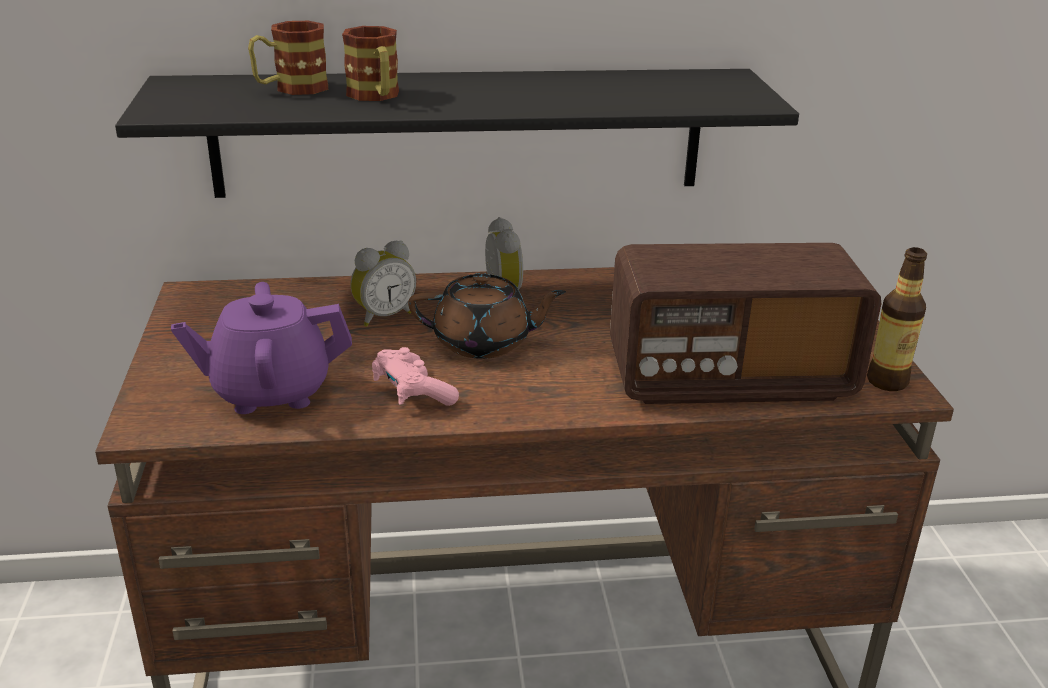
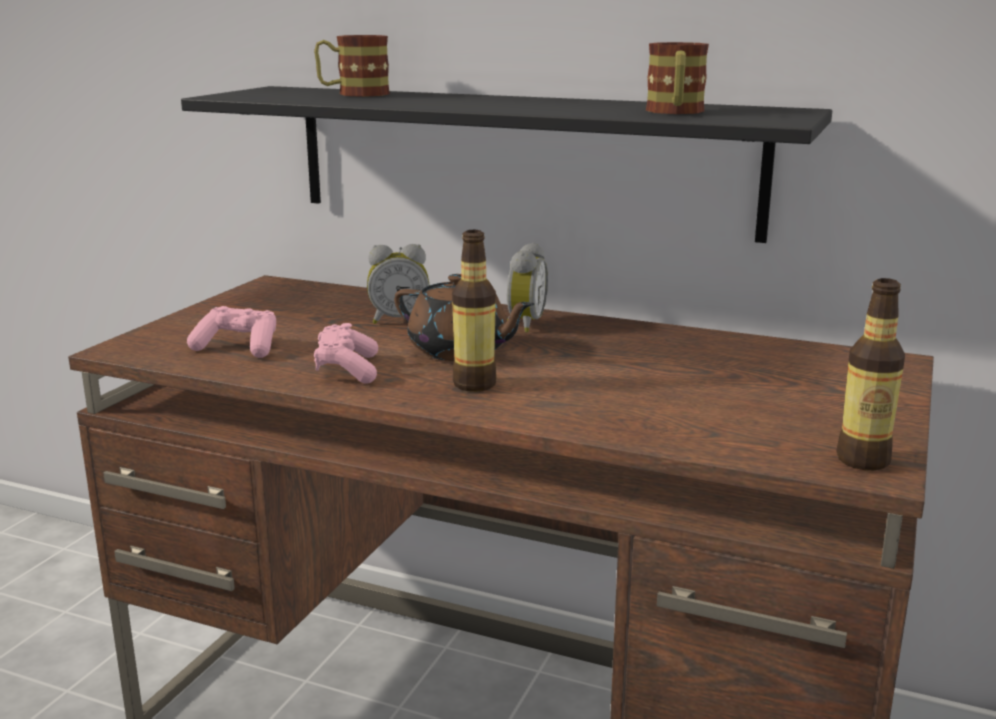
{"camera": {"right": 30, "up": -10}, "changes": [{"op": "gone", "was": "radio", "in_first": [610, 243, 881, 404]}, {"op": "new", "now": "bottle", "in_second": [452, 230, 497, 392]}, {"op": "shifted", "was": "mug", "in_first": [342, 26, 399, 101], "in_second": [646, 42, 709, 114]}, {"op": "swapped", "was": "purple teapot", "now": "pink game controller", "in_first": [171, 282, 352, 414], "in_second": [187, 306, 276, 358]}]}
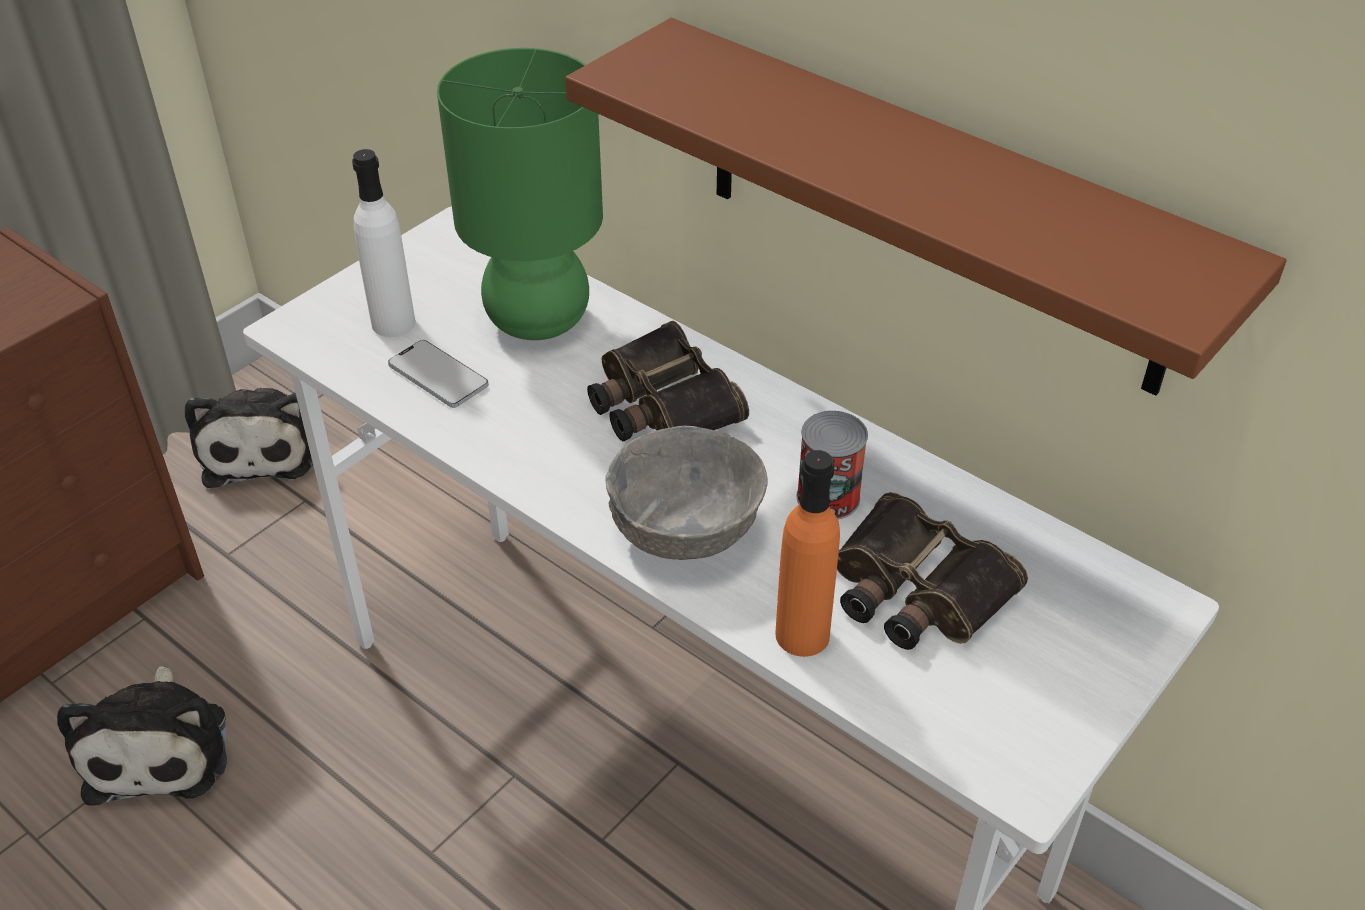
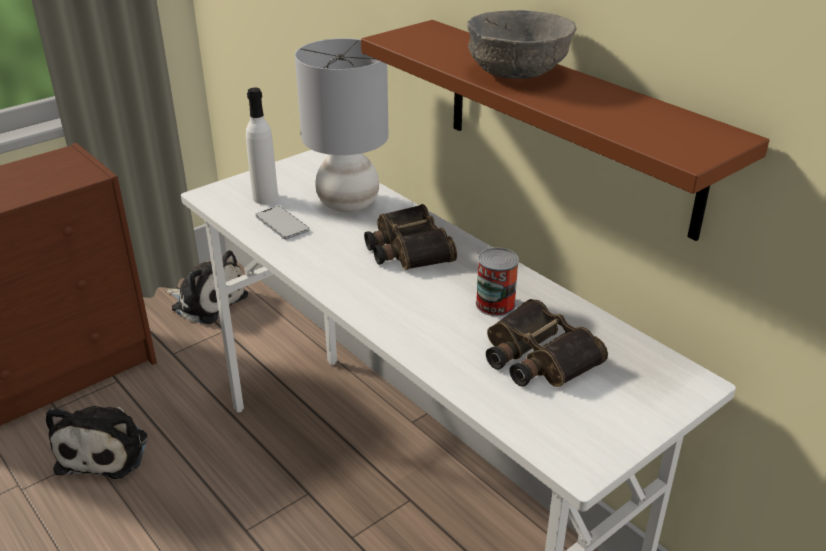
{"camera": {"right": 10, "up": -10}, "changes": [{"op": "gone", "was": "orange bottle", "in_first": [775, 450, 840, 657]}, {"op": "shifted", "was": "grey bowl", "in_first": [605, 426, 768, 560], "in_second": [467, 10, 576, 79]}, {"op": "repainted", "was": "green table lamp", "now": "grey table lamp", "in_first": [437, 48, 603, 340], "in_second": [295, 38, 389, 212]}, {"op": "rotated", "was": "plush toy", "in_first": [185, 388, 313, 488], "in_second": [165, 250, 248, 324], "clockwise": -60}]}
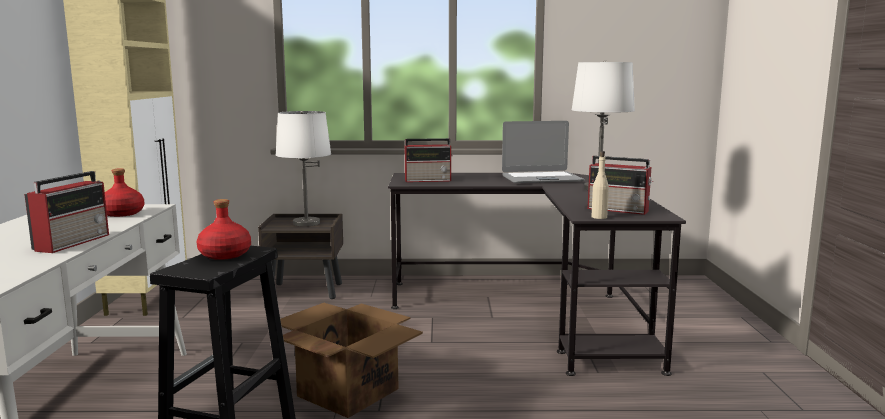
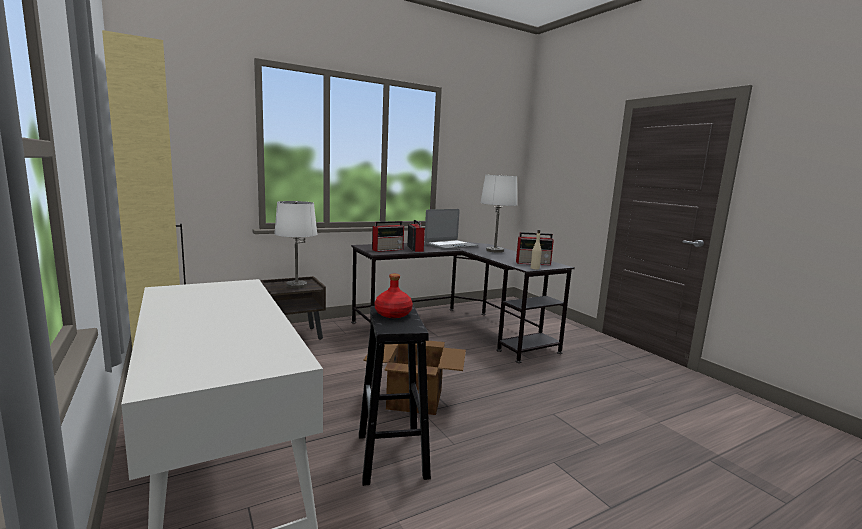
{"camera": {"right": -30, "up": 0}, "changes": [{"op": "gone", "was": "red bottle", "in_first": [105, 168, 144, 217]}, {"op": "shifted", "was": "radio", "in_first": [24, 171, 109, 253], "in_second": [407, 220, 425, 252]}]}
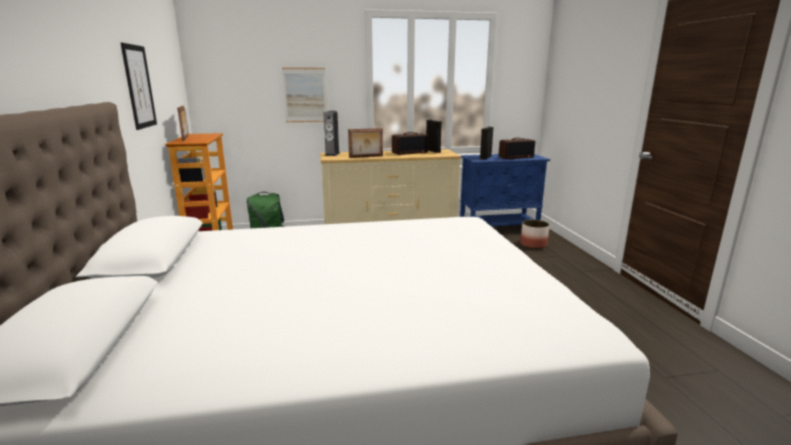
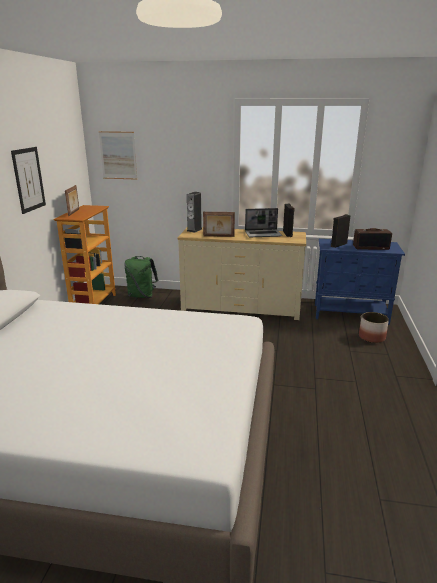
{"camera": {"right": 20, "up": 5}, "changes": [{"op": "shifted", "was": "picture", "in_first": [282, 68, 327, 122], "in_second": [99, 131, 137, 180]}, {"op": "swapped", "was": "radio", "now": "laptop", "in_first": [392, 132, 428, 155], "in_second": [245, 208, 282, 237]}]}
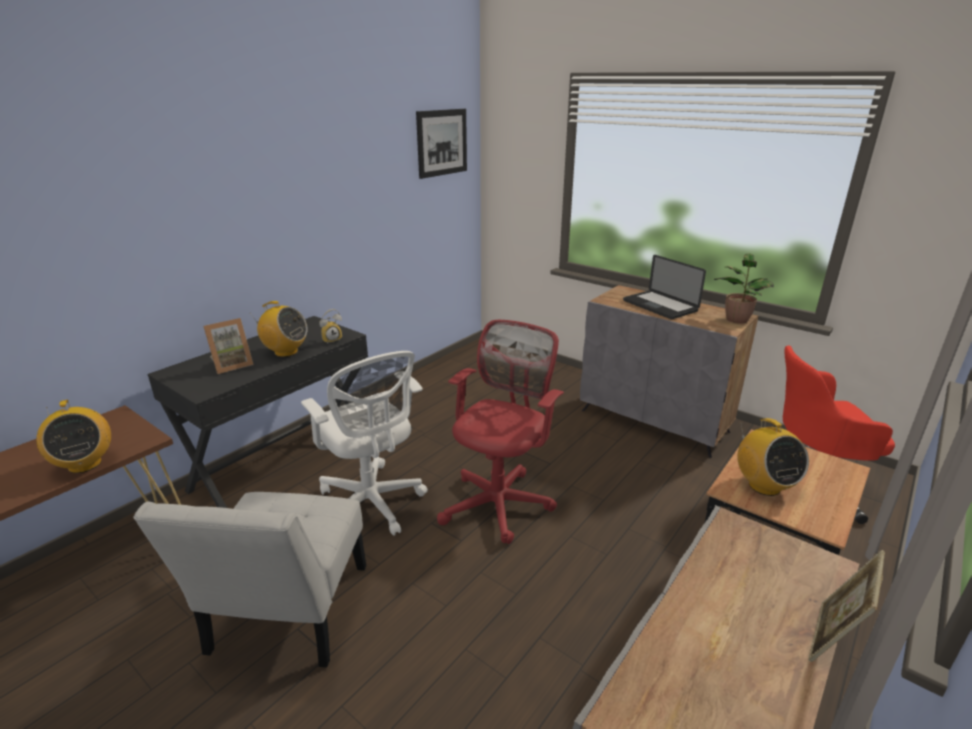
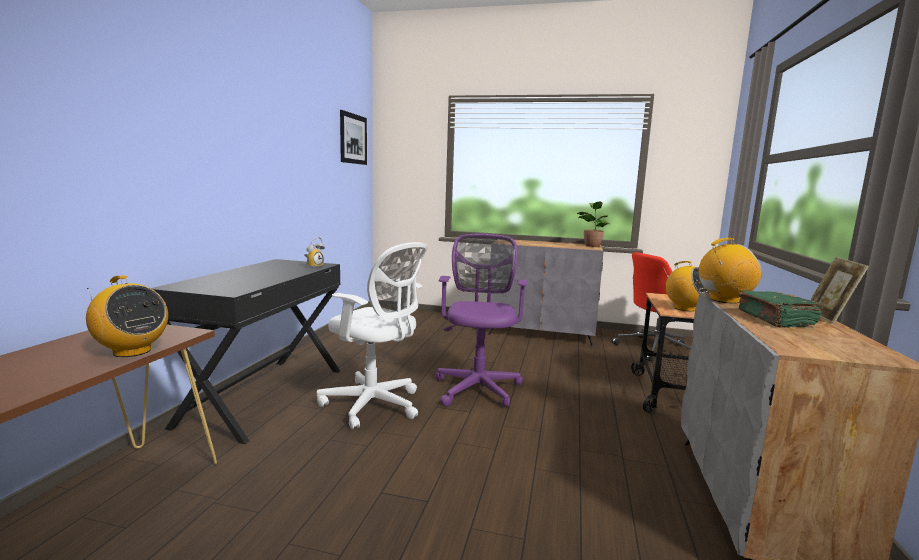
{"camera": {"right": -25, "up": -15}, "changes": [{"op": "gone", "was": "white chair", "in_first": [133, 492, 366, 668]}, {"op": "gone", "was": "picture frame", "in_first": [203, 318, 254, 374]}, {"op": "gone", "was": "laptop", "in_first": [623, 255, 706, 319]}, {"op": "new", "now": "green book", "in_second": [738, 290, 821, 328]}, {"op": "shifted", "was": "radio", "in_first": [250, 301, 307, 357], "in_second": [698, 238, 762, 304]}, {"op": "repainted", "was": "red office chair", "now": "purple office chair", "in_first": [437, 320, 564, 544], "in_second": [436, 234, 528, 407]}]}
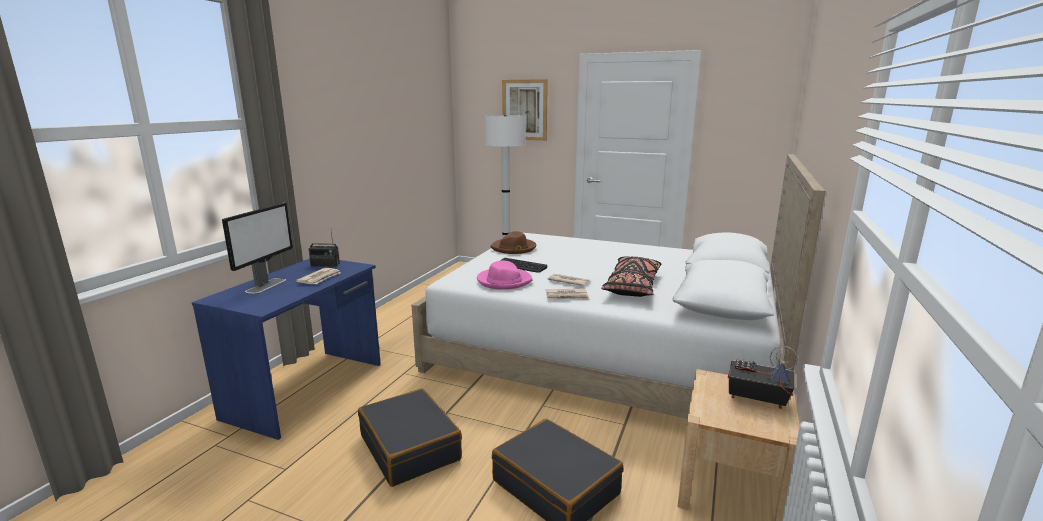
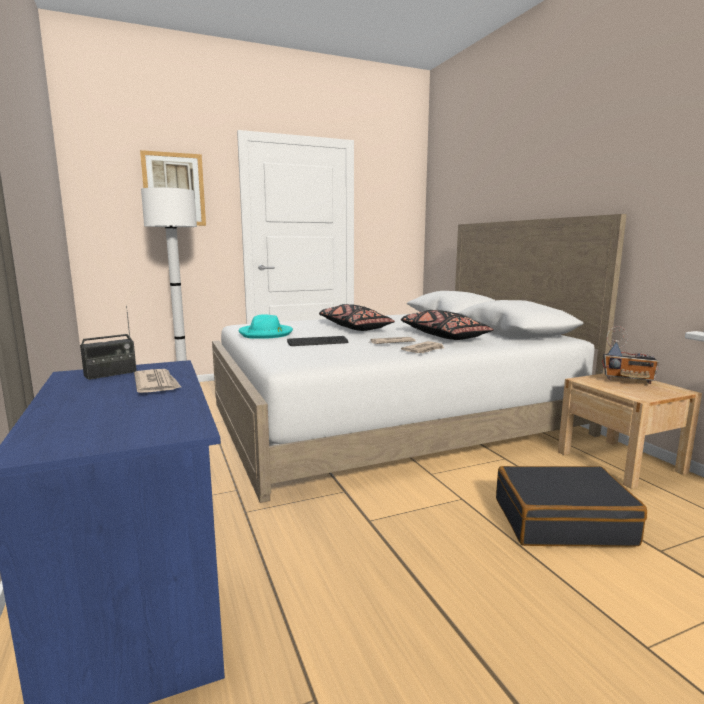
{"camera": {"right": -45, "up": -5}, "changes": [{"op": "gone", "was": "monitor", "in_first": [222, 203, 293, 294]}, {"op": "gone", "was": "black suitcase", "in_first": [358, 388, 462, 487]}, {"op": "gone", "was": "pink hat", "in_first": [477, 261, 533, 290]}, {"op": "new", "now": "black pillow", "in_second": [319, 304, 395, 331]}, {"op": "repainted", "was": "brown hat", "now": "turquoise hat", "in_first": [490, 231, 536, 254], "in_second": [239, 314, 293, 339]}, {"op": "rotated", "was": "radio", "in_first": [728, 346, 797, 409], "in_second": [602, 326, 659, 384], "clockwise": -135}]}
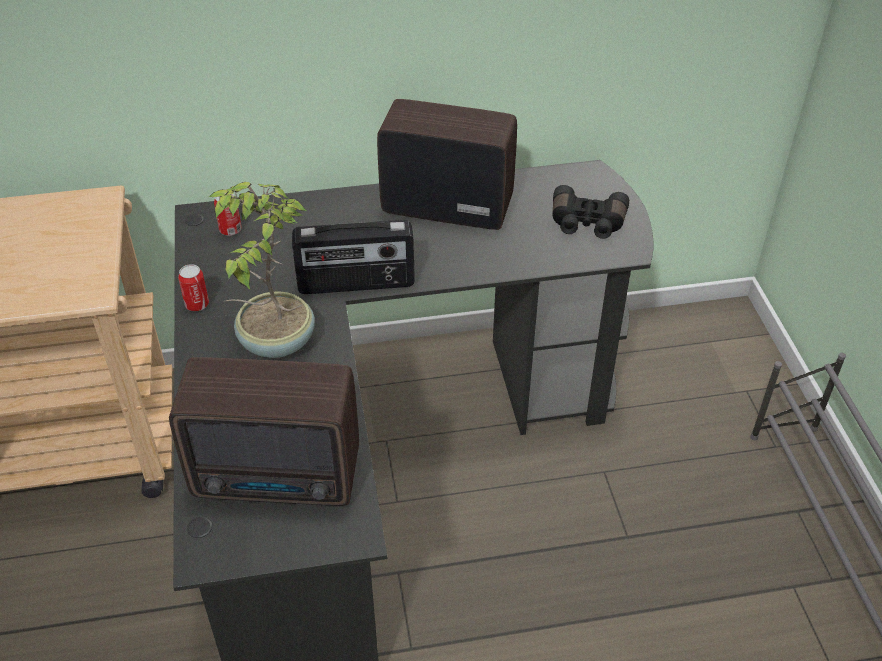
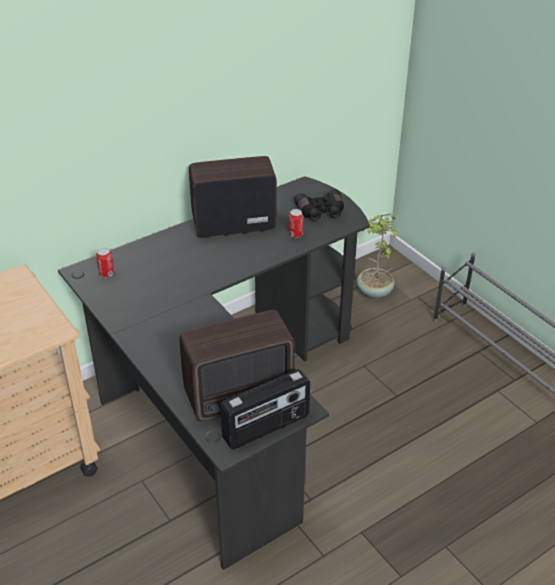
{"camera": {"right": -25, "up": -5}, "changes": [{"op": "shifted", "was": "can", "in_first": [178, 264, 209, 311], "in_second": [288, 209, 303, 238]}, {"op": "shifted", "was": "potted plant", "in_first": [207, 182, 315, 358], "in_second": [357, 213, 397, 299]}, {"op": "shifted", "was": "radio", "in_first": [292, 220, 415, 294], "in_second": [220, 369, 310, 449]}]}
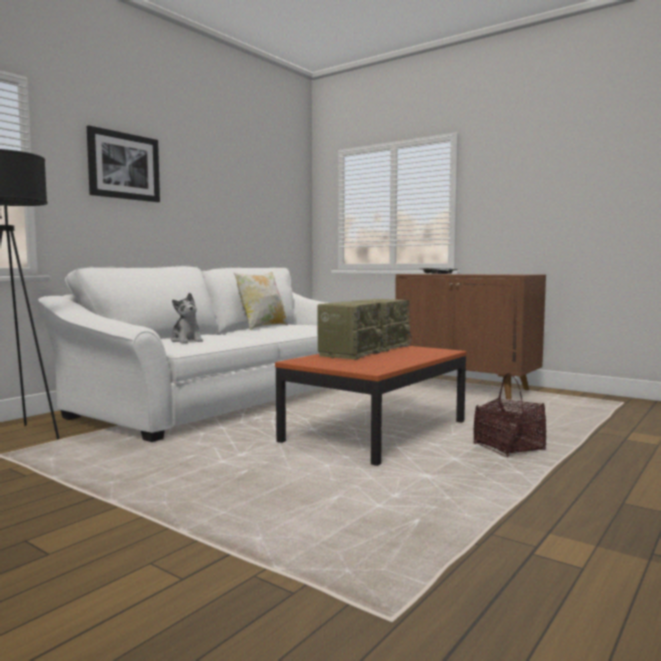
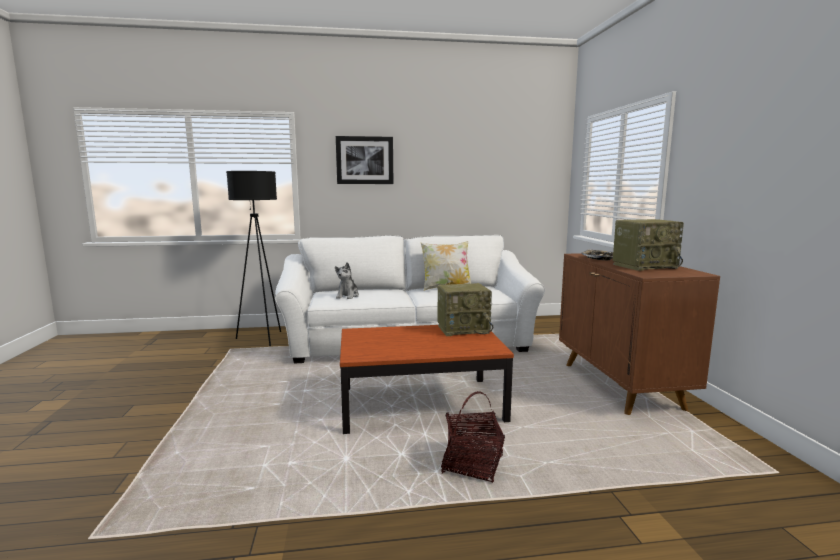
{"camera": {"right": 45, "up": 5}, "changes": [{"op": "shifted", "was": "radio", "in_first": [317, 301, 383, 359], "in_second": [613, 219, 684, 271]}]}
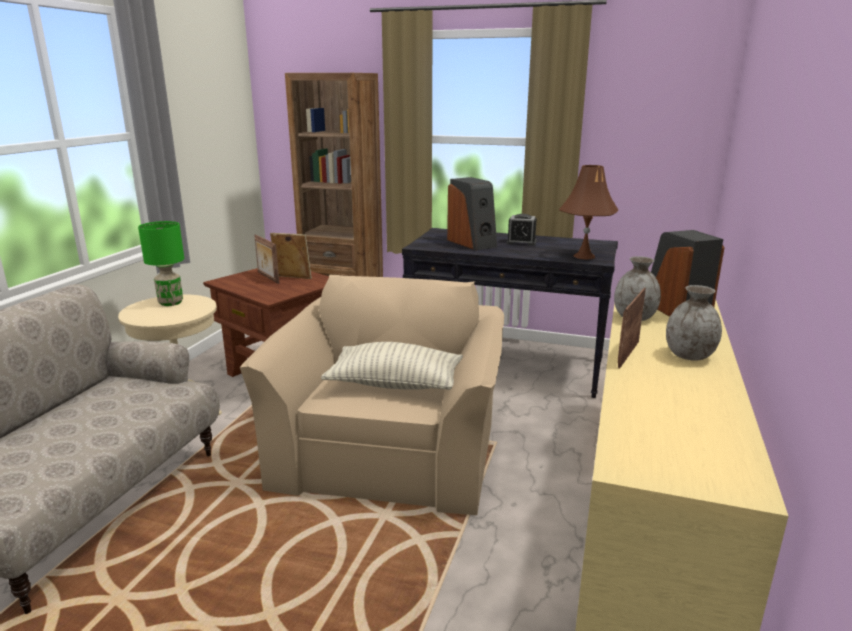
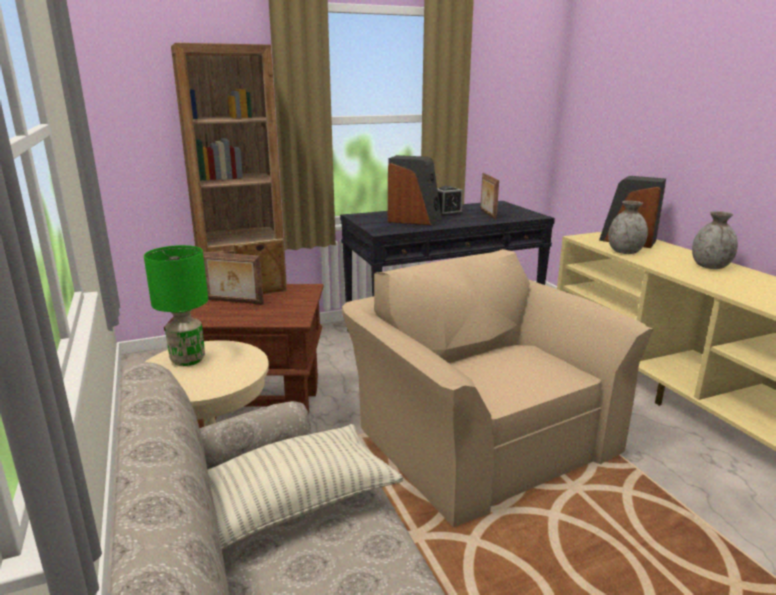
{"camera": {"right": -40, "up": 0}, "changes": [{"op": "gone", "was": "brown table lamp", "in_first": [559, 165, 618, 259]}, {"op": "shifted", "was": "pillow", "in_first": [321, 342, 463, 390], "in_second": [208, 424, 403, 549]}, {"op": "shifted", "was": "picture frame", "in_first": [618, 288, 646, 368], "in_second": [480, 173, 499, 220]}]}
